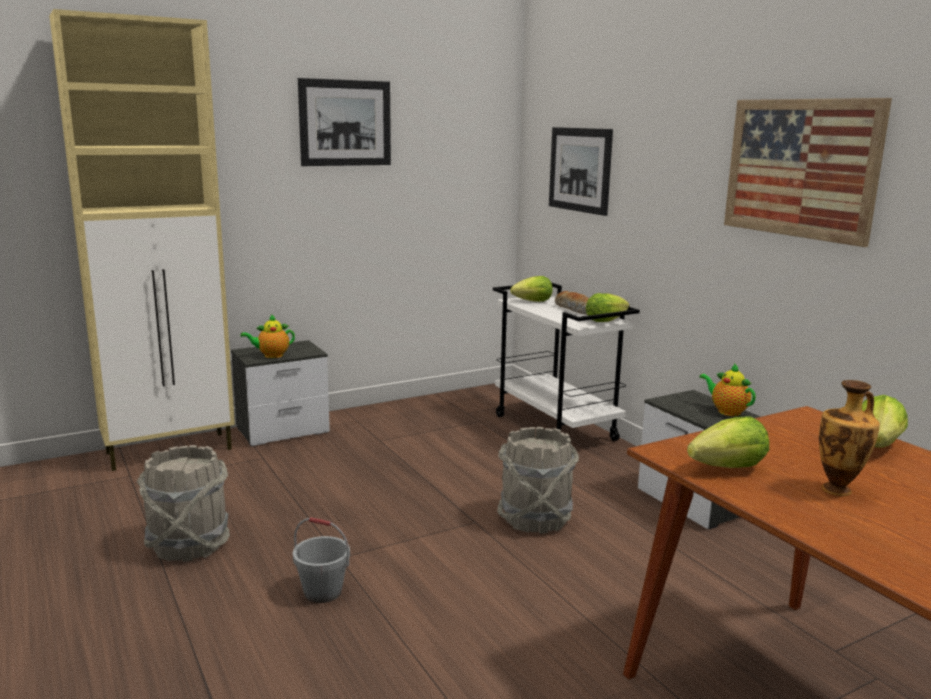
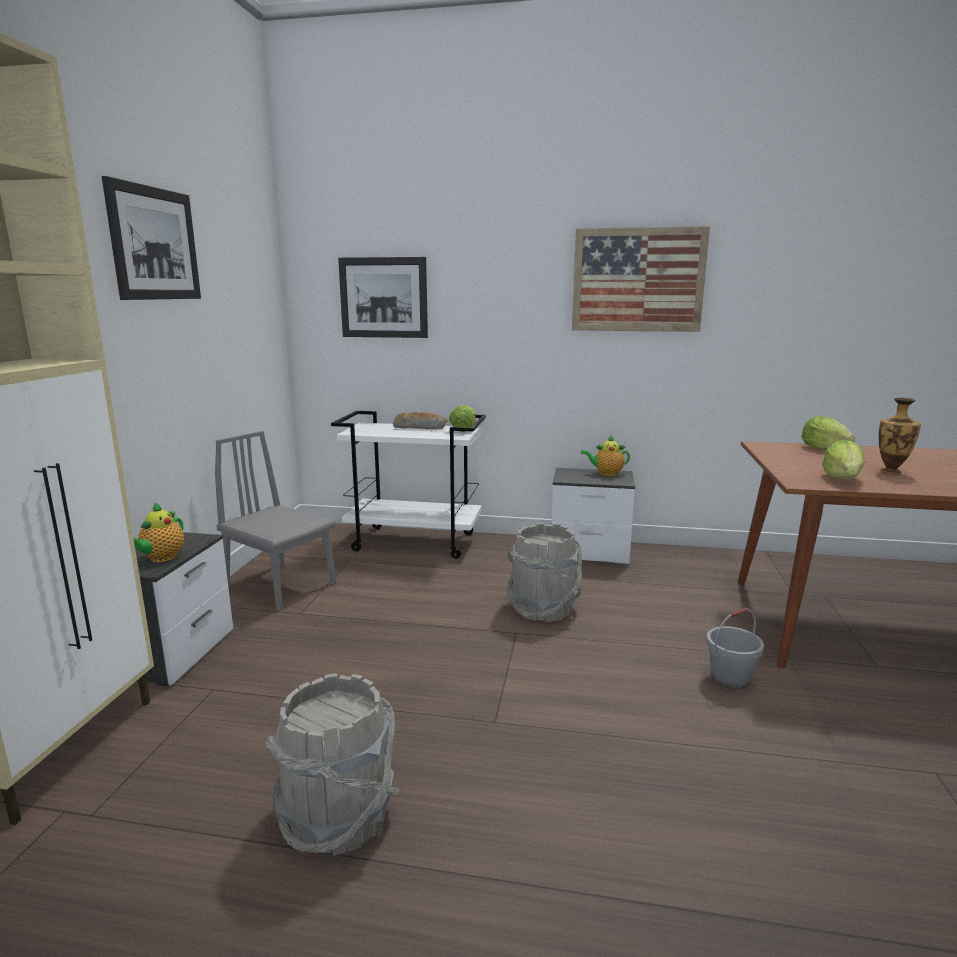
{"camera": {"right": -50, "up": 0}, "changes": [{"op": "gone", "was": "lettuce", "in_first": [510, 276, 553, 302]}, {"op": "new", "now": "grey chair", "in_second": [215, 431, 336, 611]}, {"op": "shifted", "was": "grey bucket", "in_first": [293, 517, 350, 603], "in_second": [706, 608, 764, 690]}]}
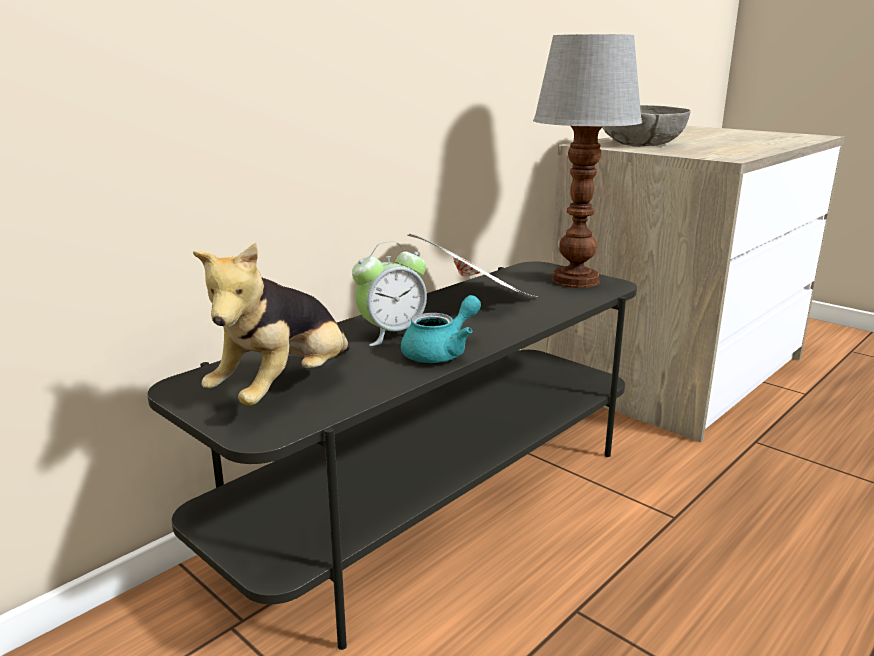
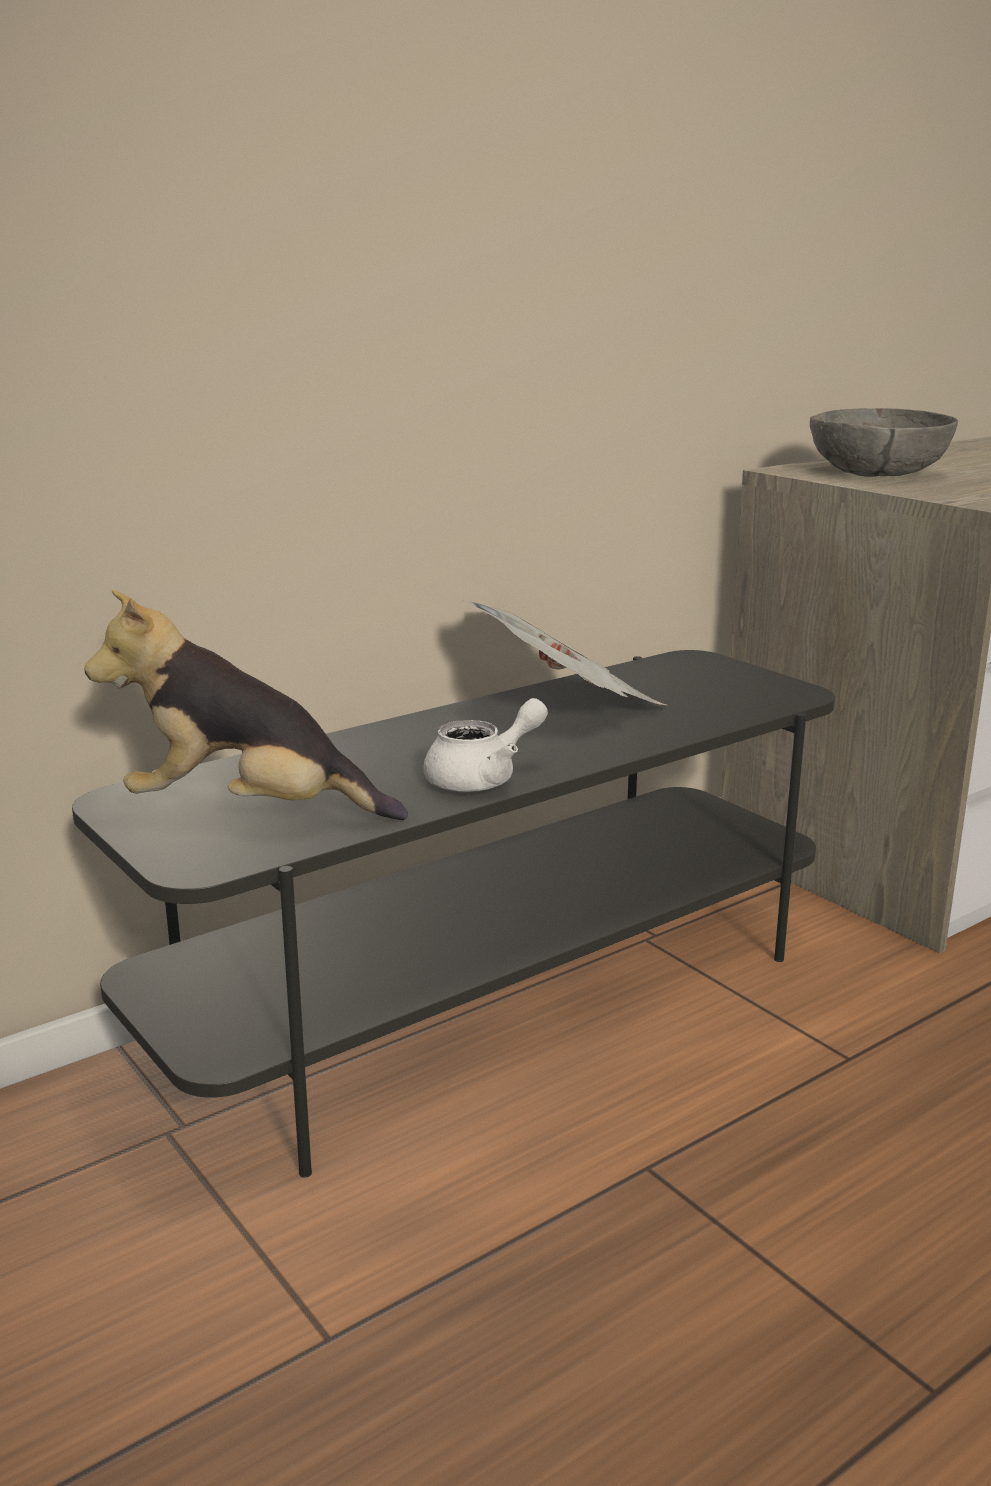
{"camera": {"right": 10, "up": 0}, "changes": [{"op": "gone", "was": "alarm clock", "in_first": [352, 241, 427, 346]}, {"op": "gone", "was": "table lamp", "in_first": [533, 34, 643, 288]}, {"op": "repainted", "was": "turquoise teapot", "now": "white teapot", "in_first": [401, 295, 481, 363], "in_second": [423, 698, 548, 792]}, {"op": "rotated", "was": "plush toy", "in_first": [193, 243, 350, 406], "in_second": [84, 590, 408, 820], "clockwise": 60}]}
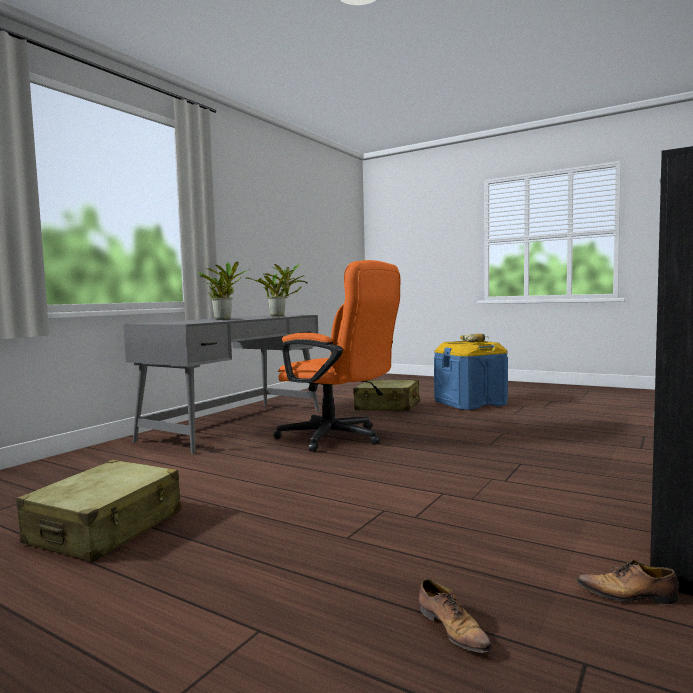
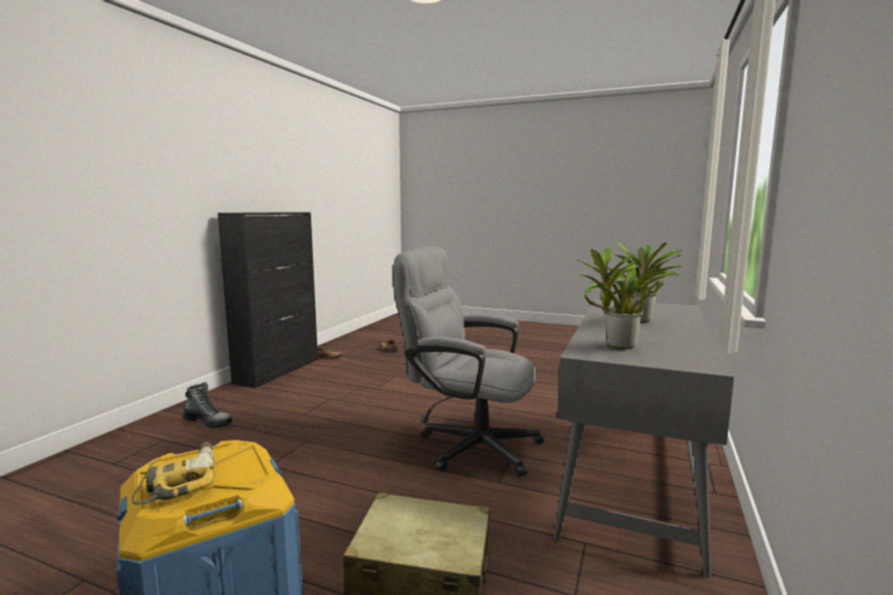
{"camera": {"right": 170, "up": 5}, "changes": [{"op": "gone", "was": "beige suitcase", "in_first": [16, 460, 181, 562]}, {"op": "new", "now": "boot", "in_second": [183, 382, 233, 428]}, {"op": "repainted", "was": "orange office chair", "now": "grey office chair", "in_first": [273, 260, 400, 452], "in_second": [393, 246, 544, 477]}]}
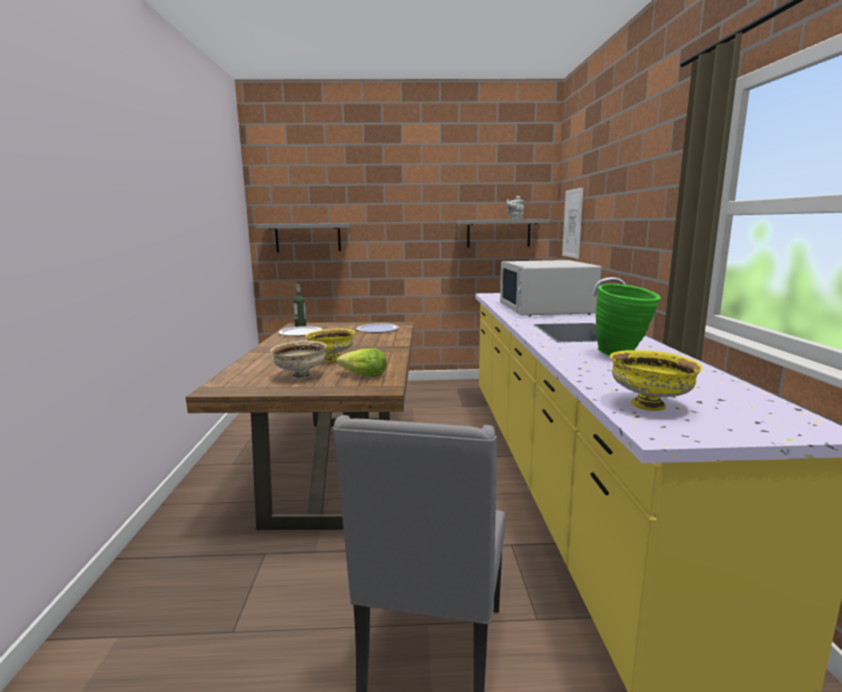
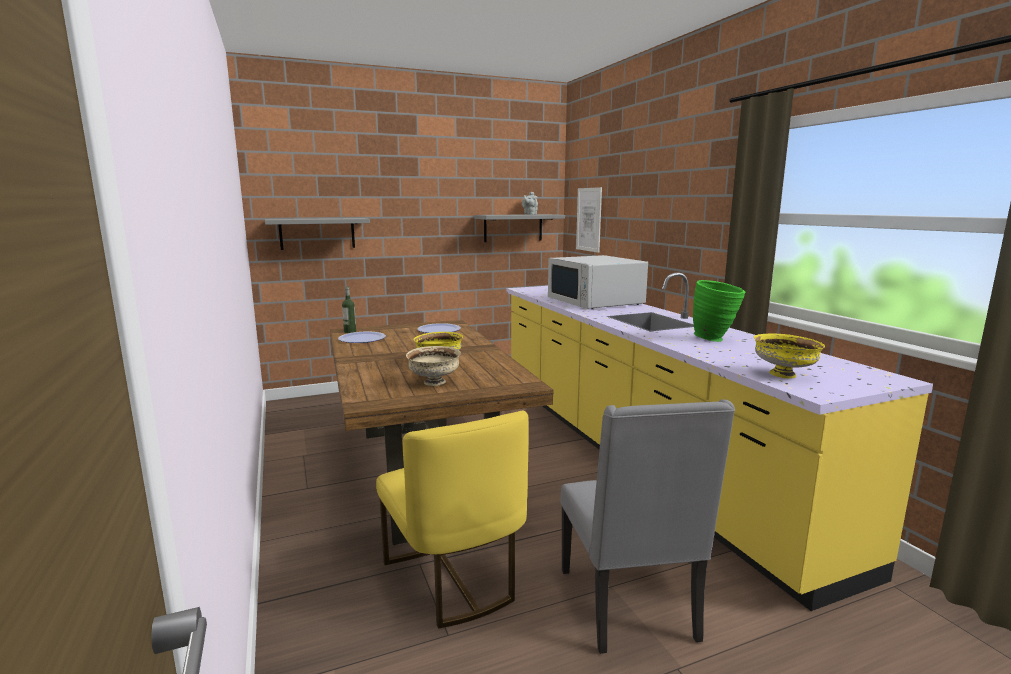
{"camera": {"right": -20, "up": 0}, "changes": [{"op": "gone", "was": "lettuce", "in_first": [337, 348, 387, 377]}, {"op": "new", "now": "yellow chair", "in_second": [376, 410, 529, 629]}]}
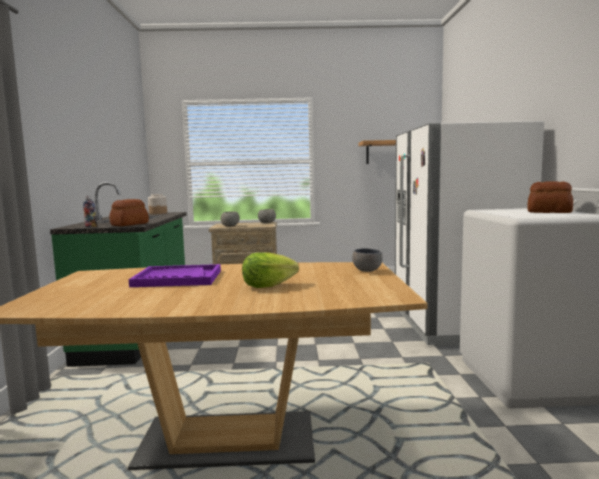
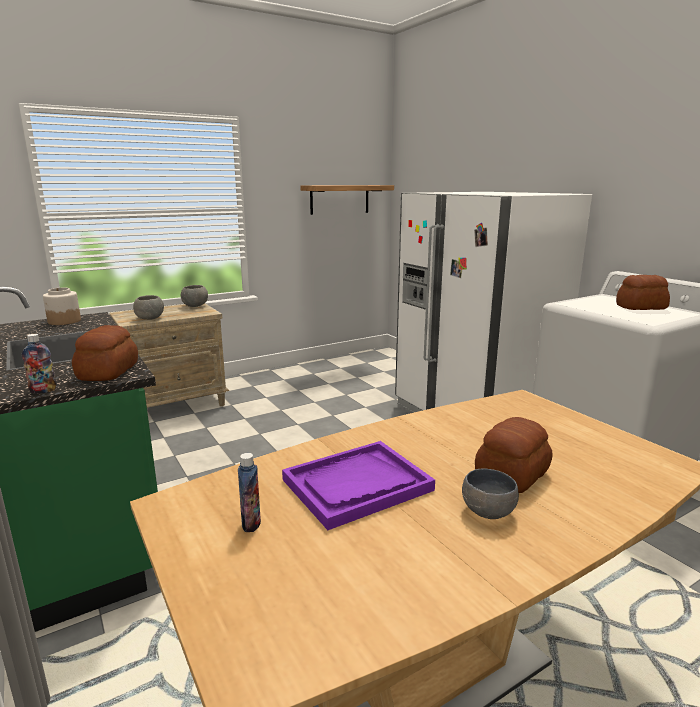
{"camera": {"right": -30, "up": 10}, "changes": [{"op": "new", "now": "bottle", "in_second": [238, 453, 261, 532]}, {"op": "shifted", "was": "grey bowl", "in_first": [352, 248, 383, 272], "in_second": [462, 468, 519, 519]}, {"op": "swapped", "was": "lettuce", "now": "bread", "in_first": [242, 252, 299, 288], "in_second": [475, 417, 553, 493]}]}
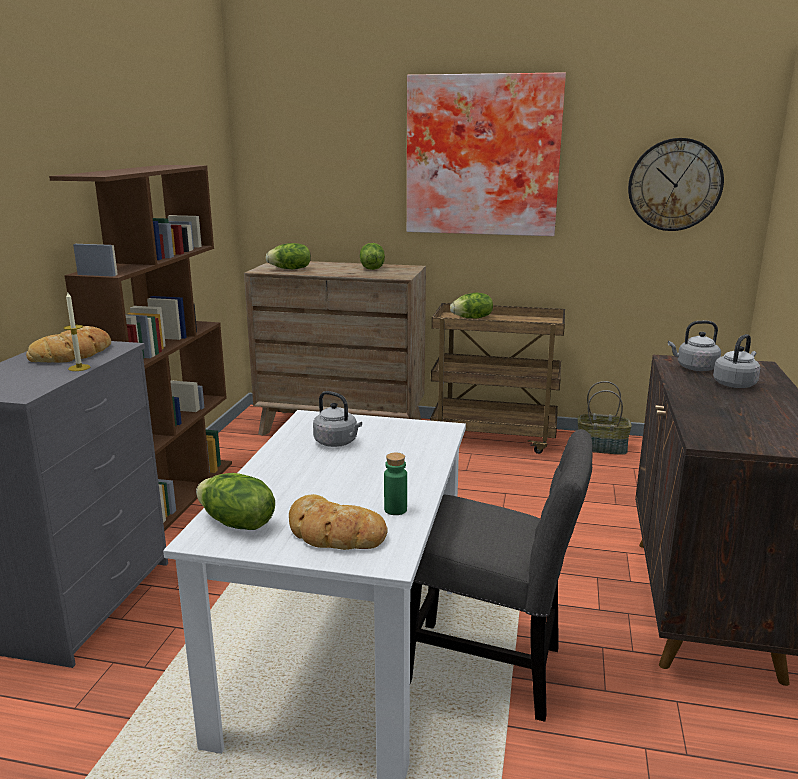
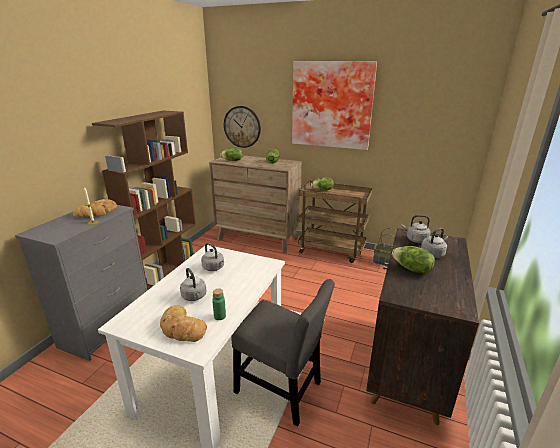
{"camera": {"right": 10, "up": 5}, "changes": [{"op": "new", "now": "grey kettle", "in_second": [180, 268, 206, 301]}, {"op": "shifted", "was": "lettuce", "in_first": [196, 473, 275, 530], "in_second": [392, 246, 435, 274]}, {"op": "shifted", "was": "wall clock", "in_first": [628, 138, 724, 231], "in_second": [224, 106, 261, 148]}]}
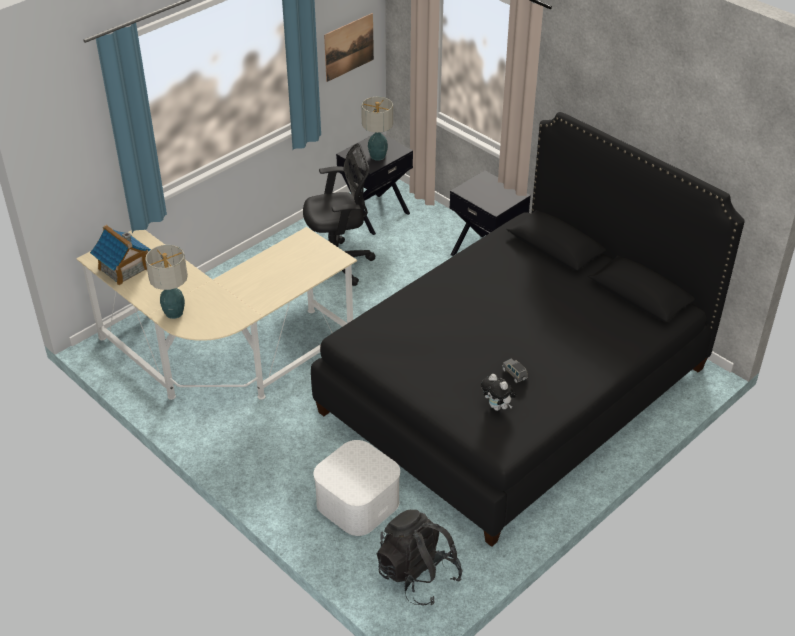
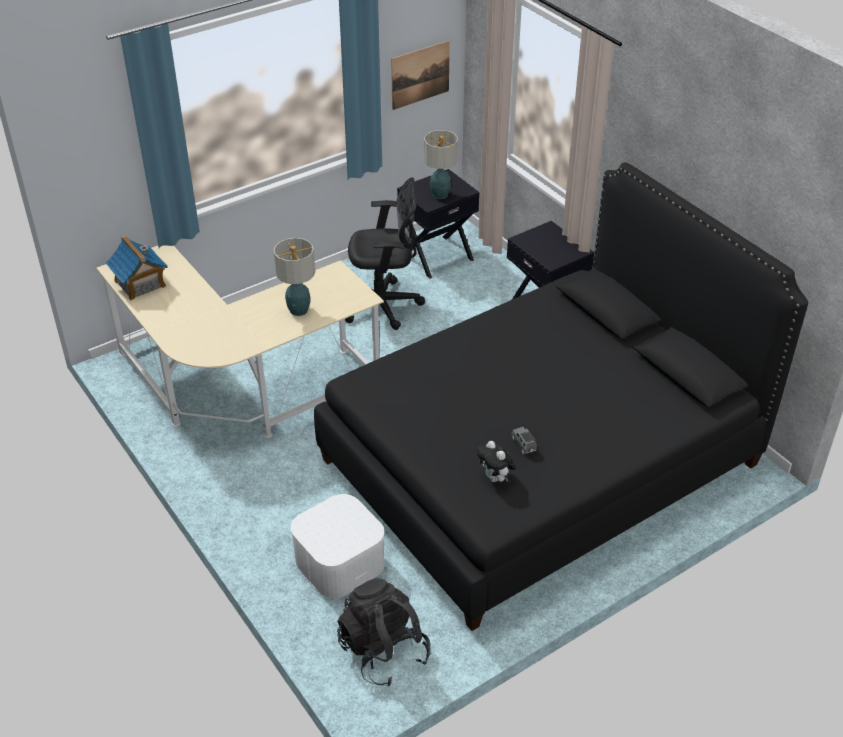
{"camera": {"right": 10, "up": 0}, "changes": [{"op": "shifted", "was": "table lamp", "in_first": [145, 245, 188, 319], "in_second": [273, 238, 316, 316]}]}
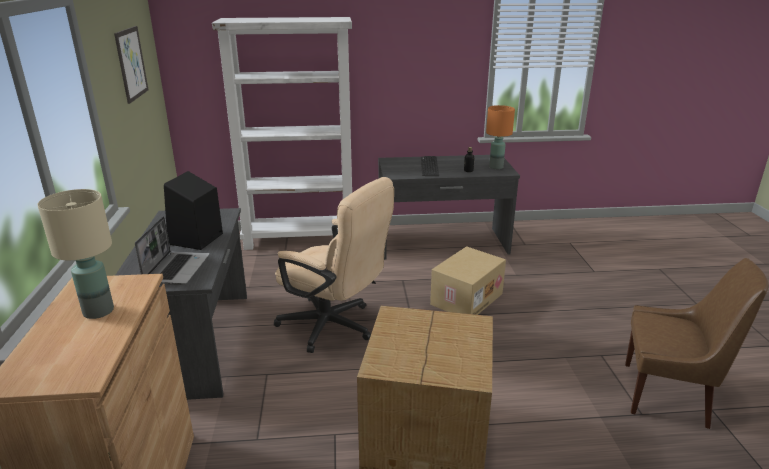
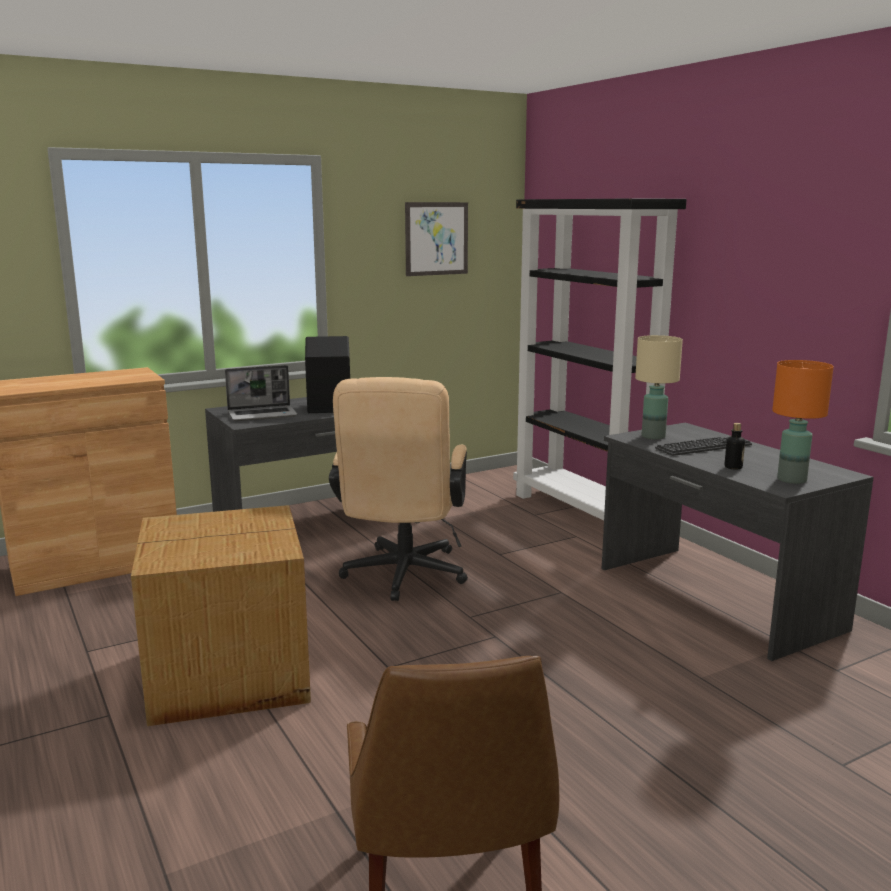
{"camera": {"right": 65, "up": -10}, "changes": [{"op": "gone", "was": "cardboard box", "in_first": [430, 246, 506, 315]}, {"op": "shifted", "was": "beige table lamp", "in_first": [37, 189, 114, 319], "in_second": [635, 335, 683, 439]}, {"op": "repainted", "was": "white bookcase", "now": "black bookcase", "in_first": [212, 17, 352, 250], "in_second": [513, 198, 687, 521]}]}
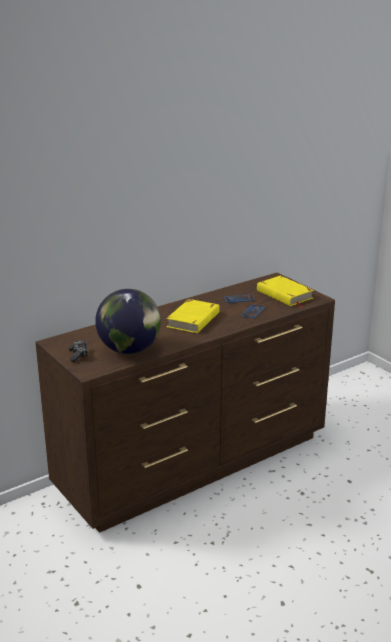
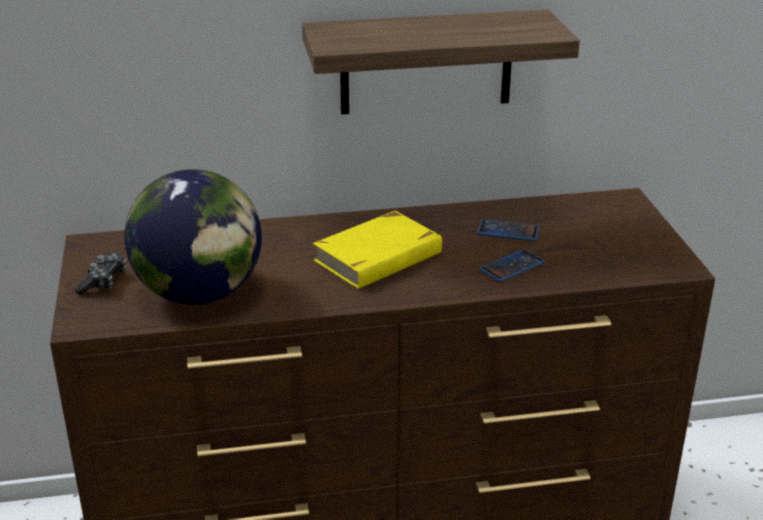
{"camera": {"right": 25, "up": 5}, "changes": [{"op": "gone", "was": "yellow book", "in_first": [257, 276, 314, 308]}, {"op": "new", "now": "shelf", "in_second": [302, 9, 580, 114]}]}
